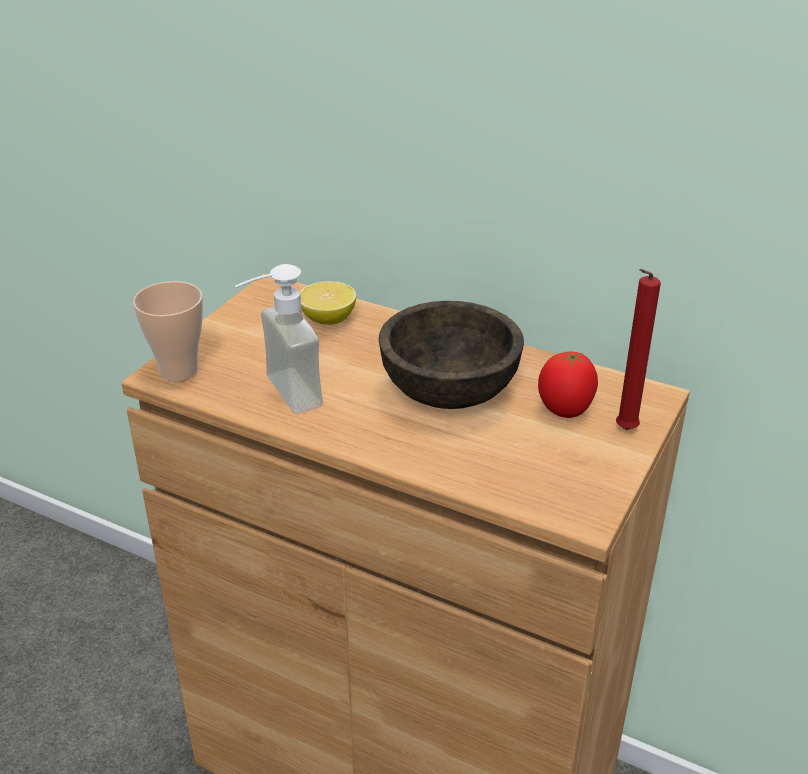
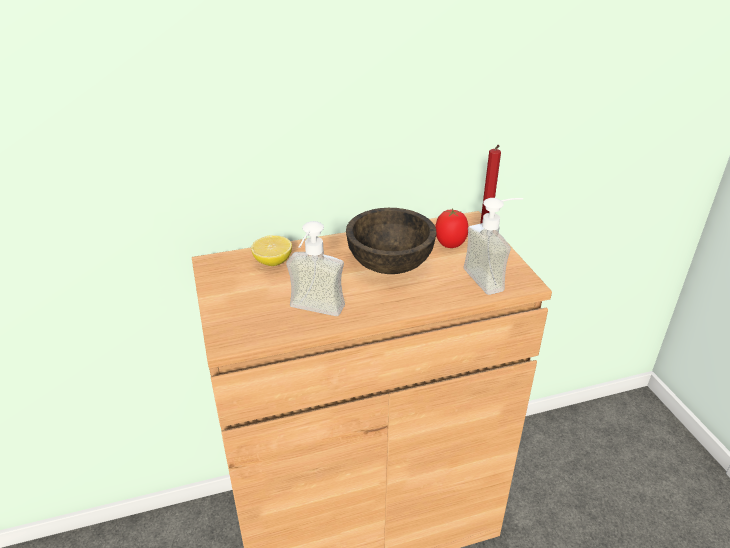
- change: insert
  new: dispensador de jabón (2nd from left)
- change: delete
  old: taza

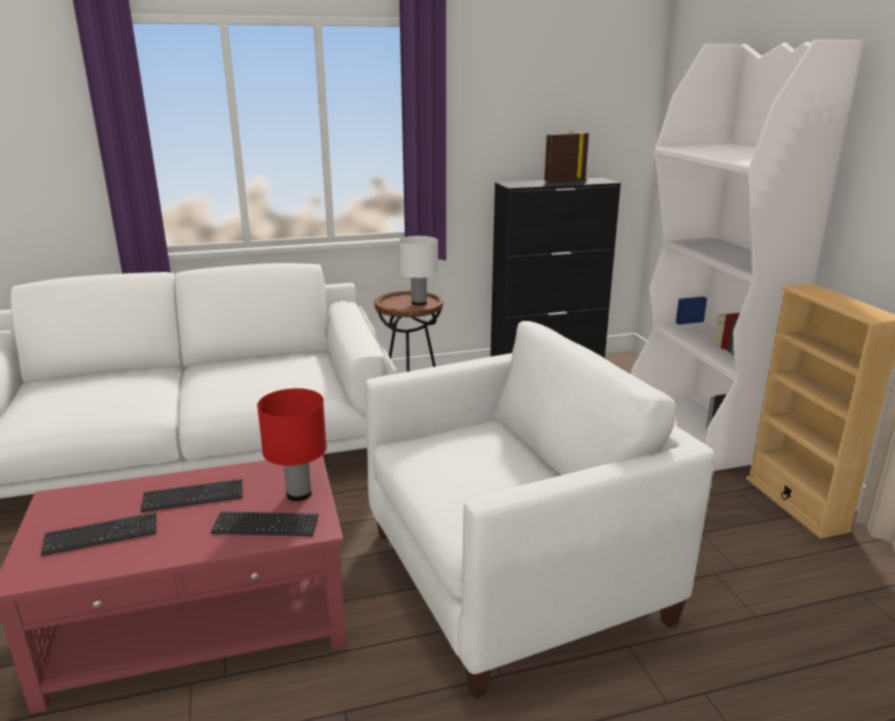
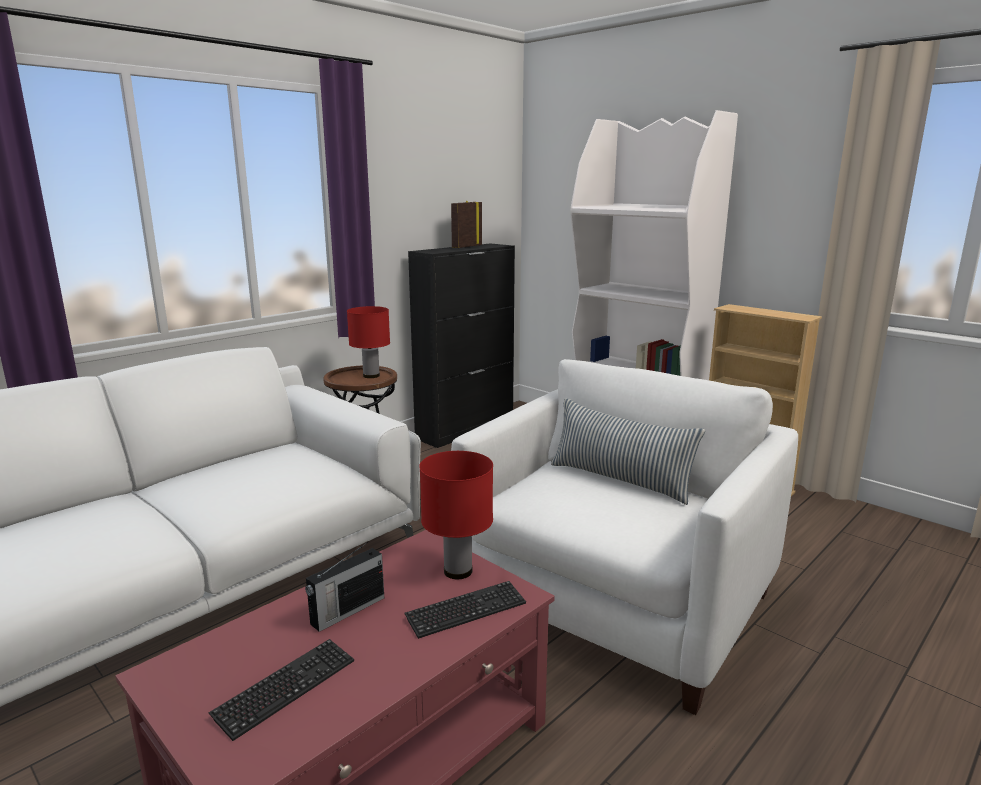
- change: replace
  old: teclado (2nd from left)
  new: radio
- change: recolor
  old: lámpara de mesa/blanco
  new: lámpara de mesa/rojo (1st from left)
- change: insert
  new: cojín

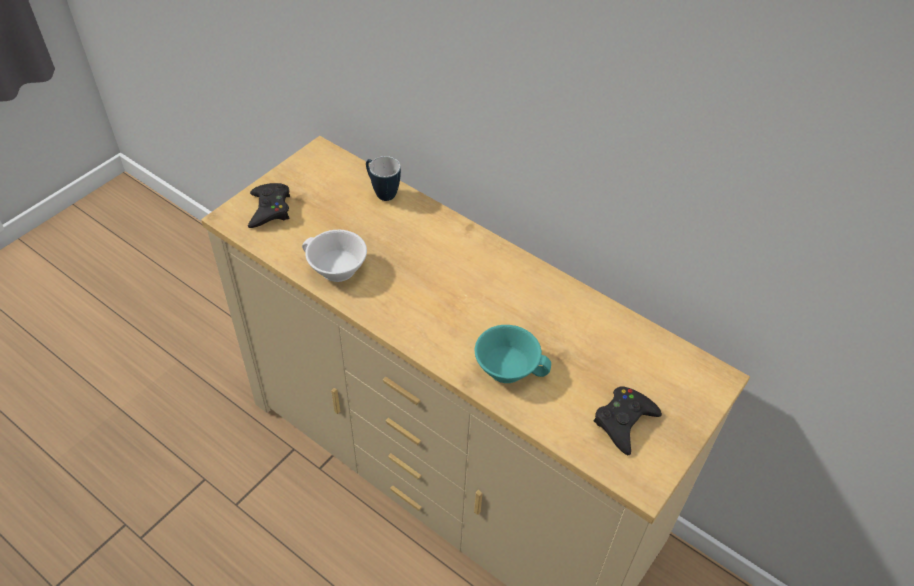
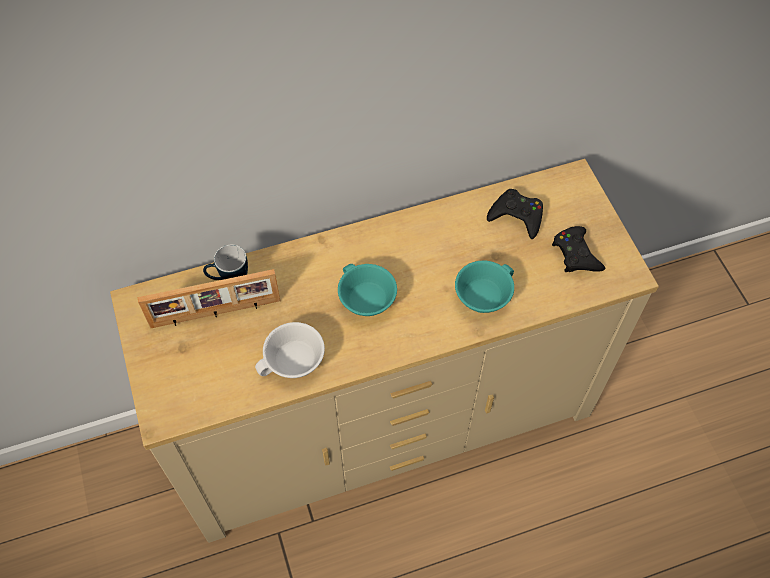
- change: insert
  new: portarretratos
- change: insert
  new: taza/turquesa (1st from left)
- change: move
  old: mando de consola/negro (1st from left)

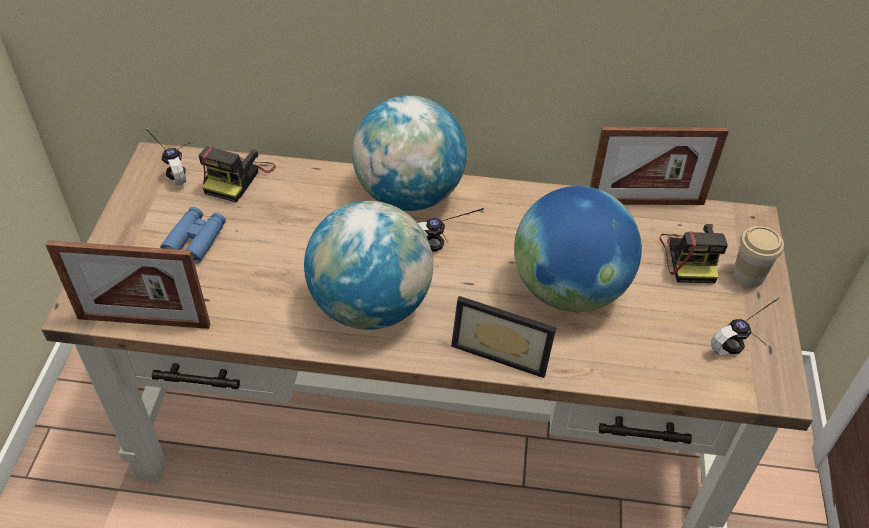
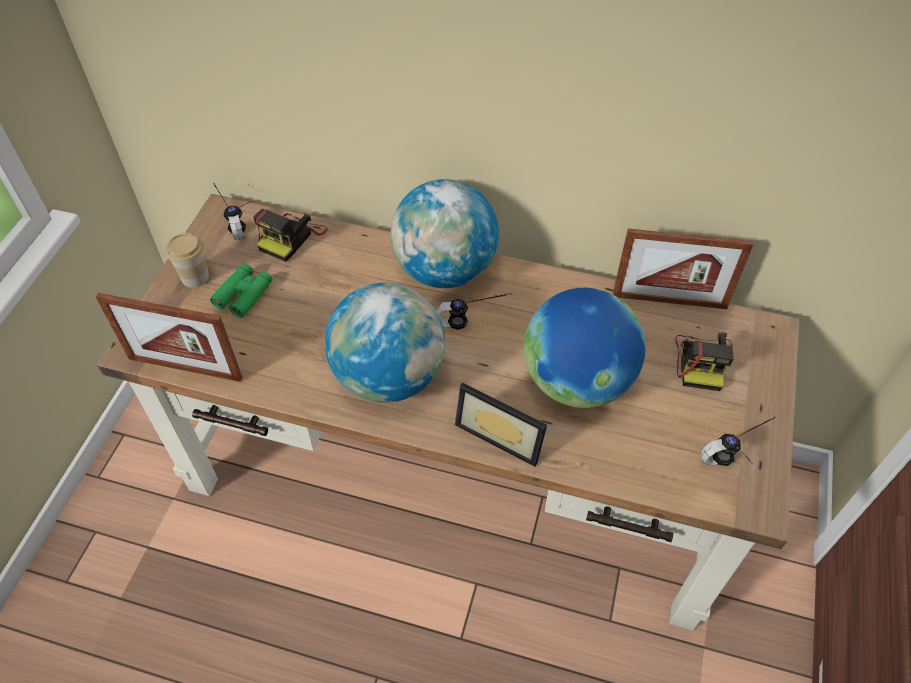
- change: move
  old: taza
- change: recolor
  old: prismáticos/azul
  new: prismáticos/verde

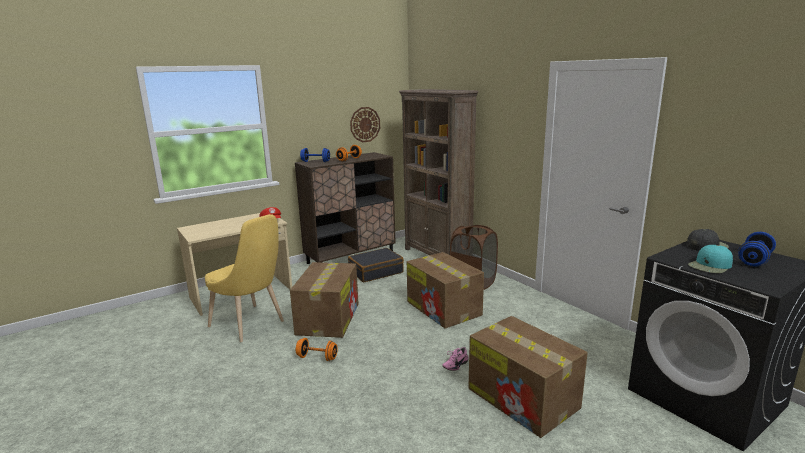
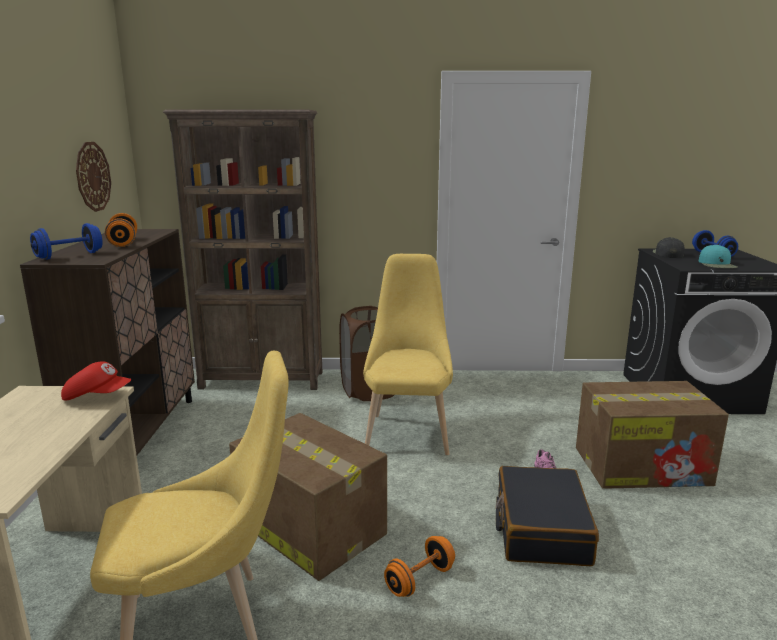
- change: replace
  old: caja de cartón (2nd from left)
  new: silla/amarillo (2nd from left)
- change: move
  old: maleta/negro

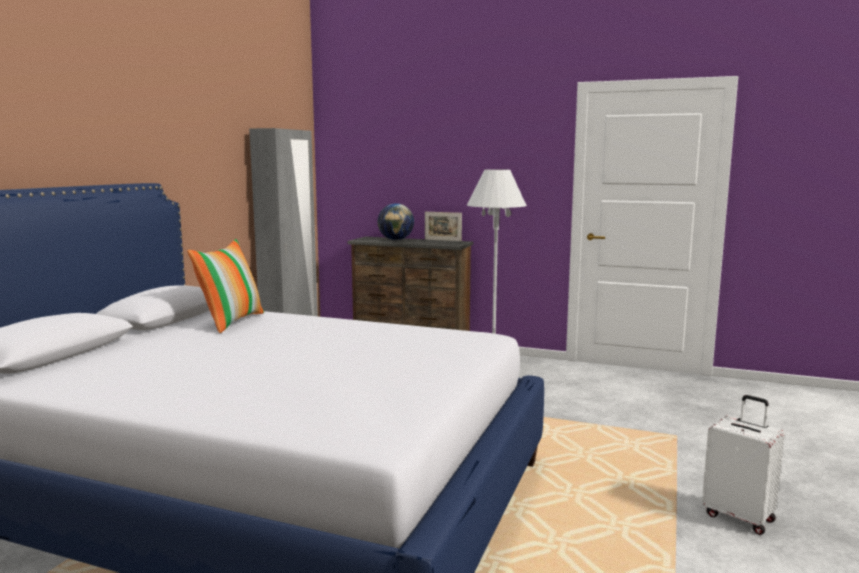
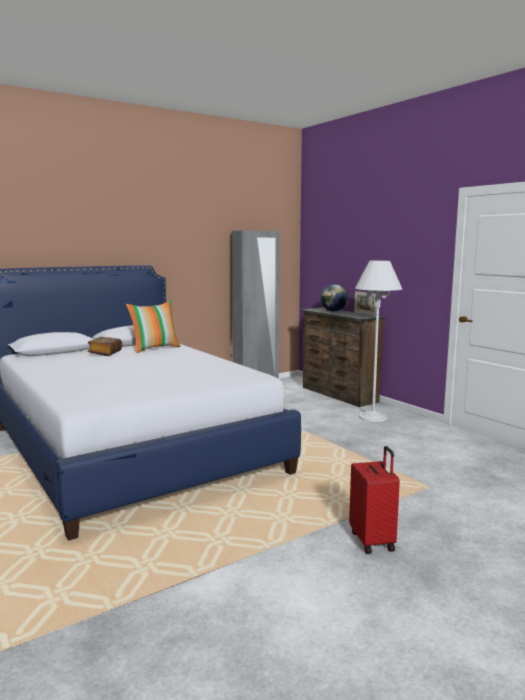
- change: insert
  new: libro
- change: recolor
  old: maleta/blanco
  new: maleta/rojo

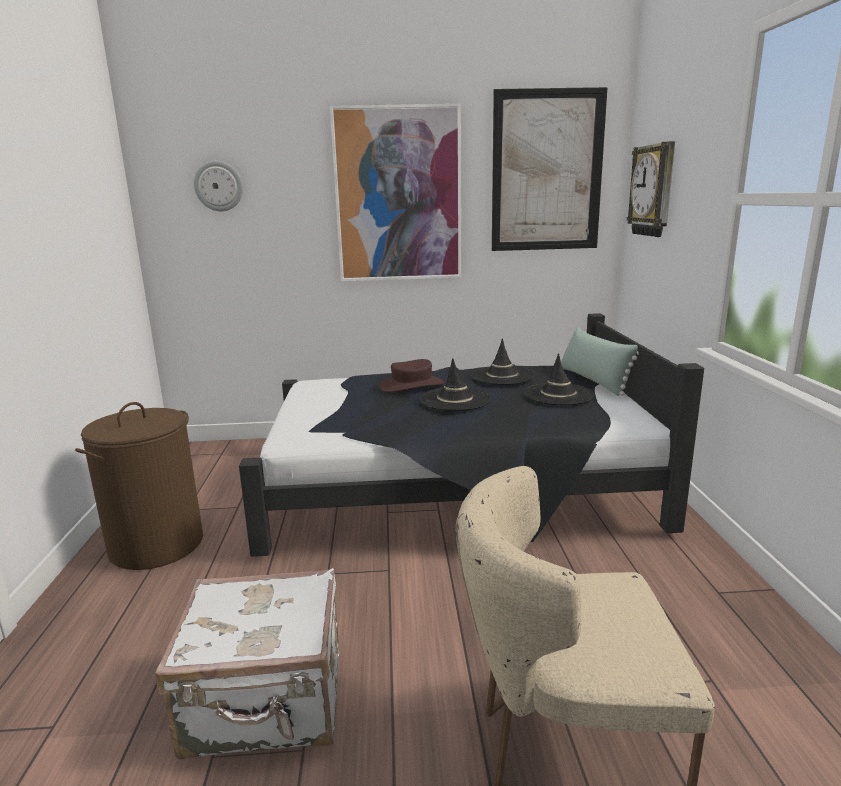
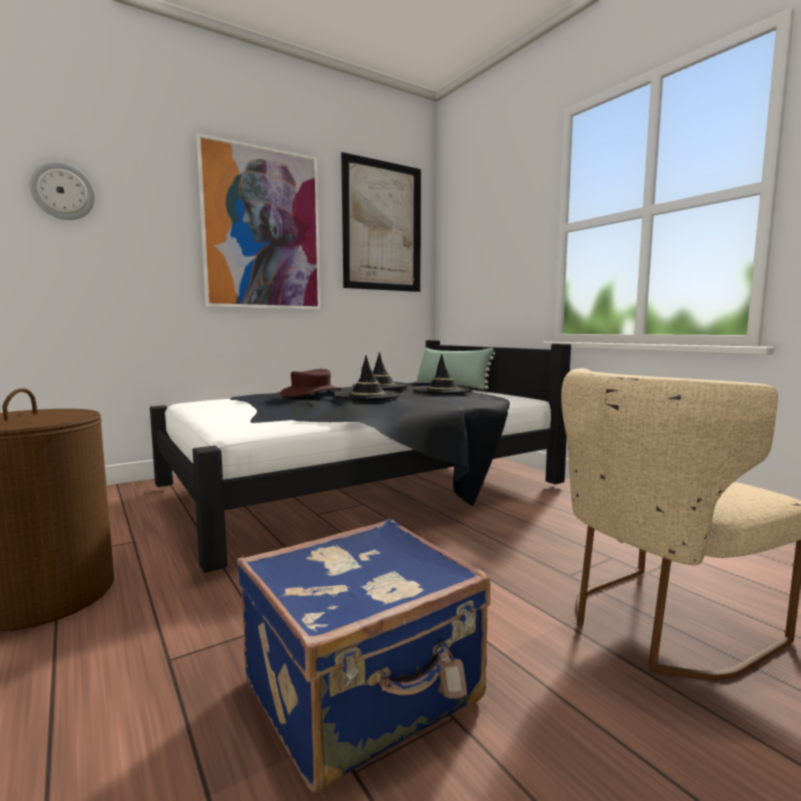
- change: recolor
  old: maleta/blanco
  new: maleta/azul
- change: delete
  old: reloj de pared (2nd from left)

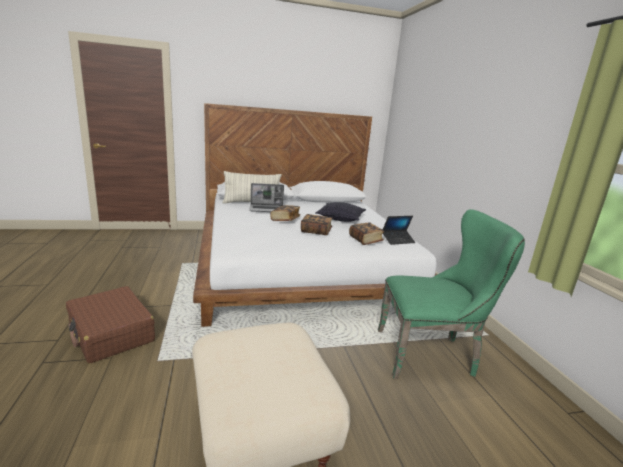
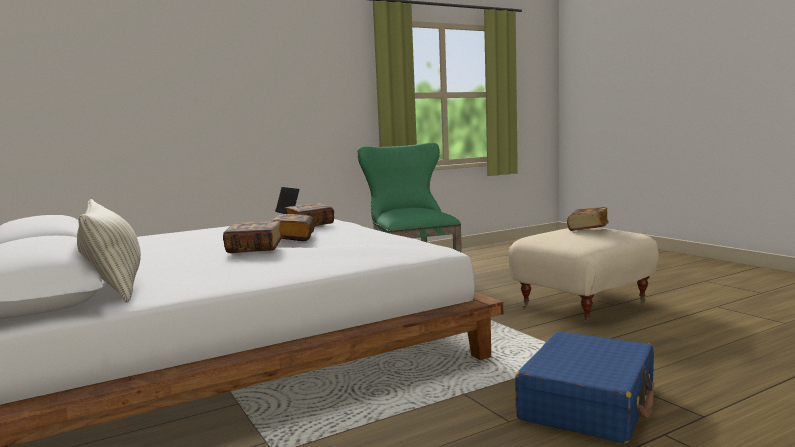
- change: recolor
  old: maleta/marrón
  new: maleta/azul
- change: insert
  new: libro (4th from left)
- change: delete
  old: portátil (1st from left)
- change: delete
  old: cojín (2nd from left)

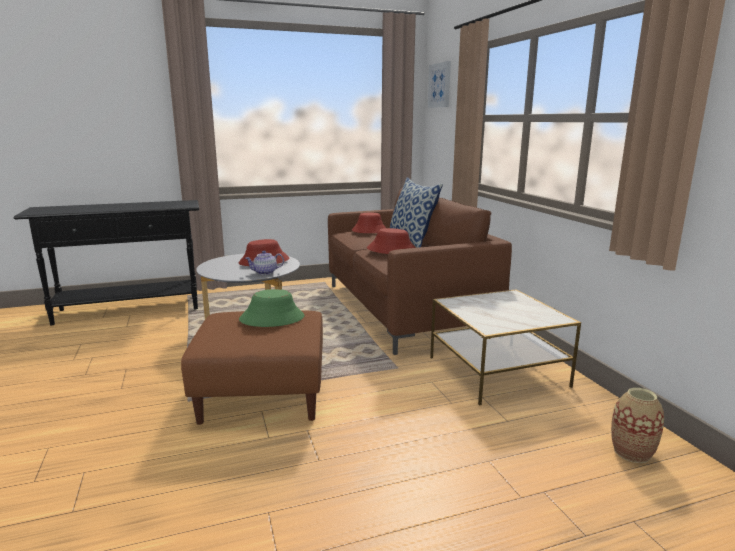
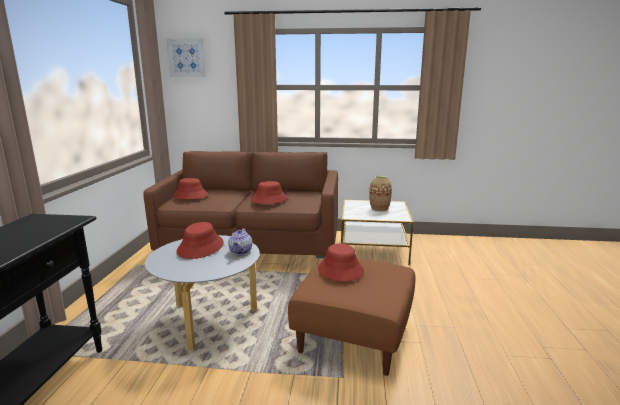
- change: recolor
  old: sombrero/verde
  new: sombrero/rojo (4th from left)
- change: move
  old: florero
- change: delete
  old: cojín

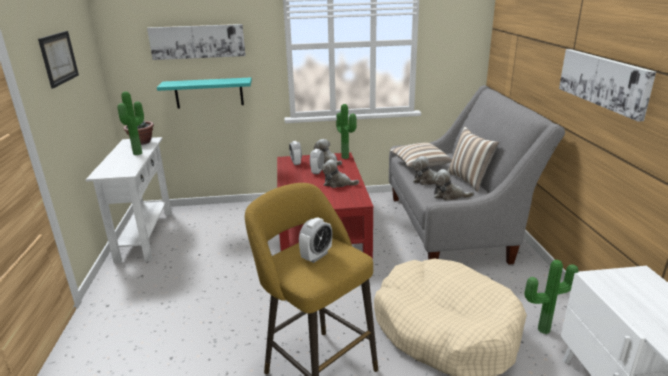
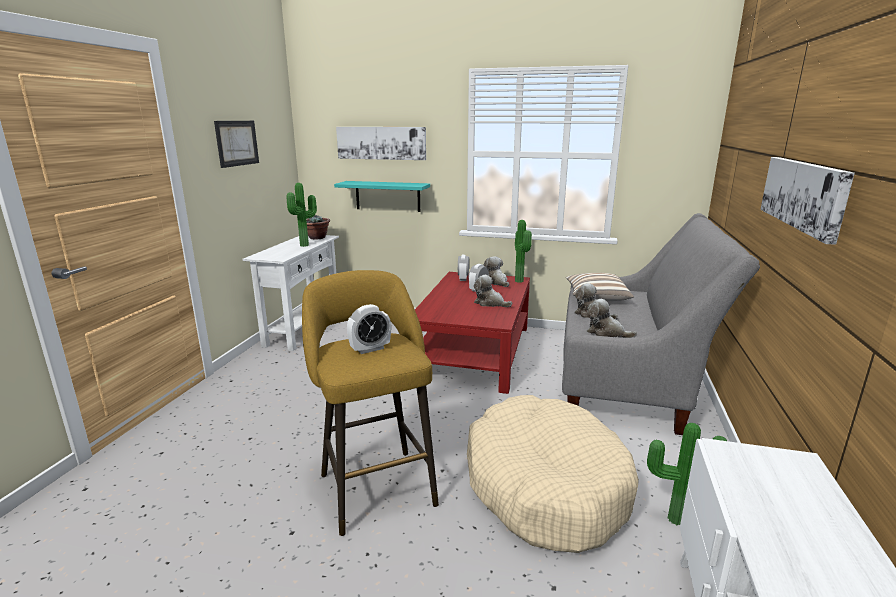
- change: delete
  old: cojín (2nd from left)

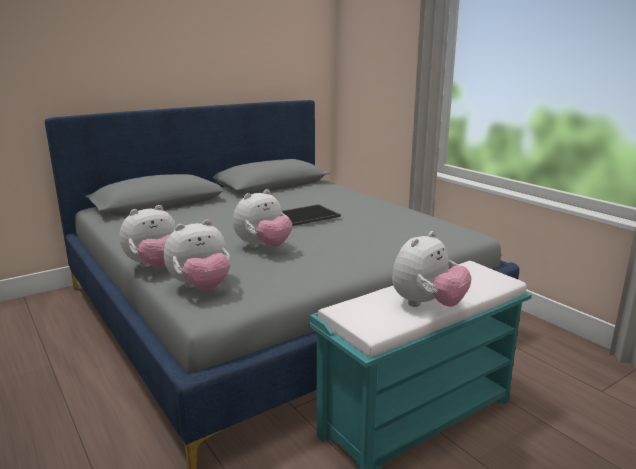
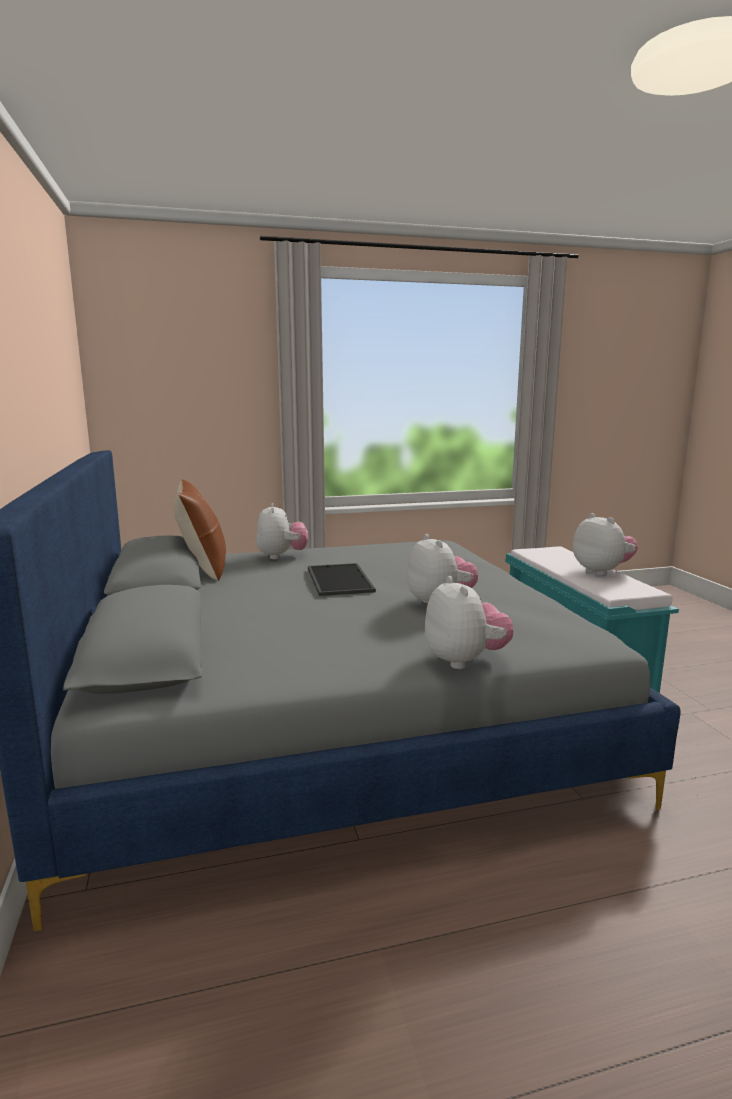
- change: insert
  new: cojín/marrón
- change: move
  old: peluche (2nd from left in the first image)
  new: peluche (1st from left)

